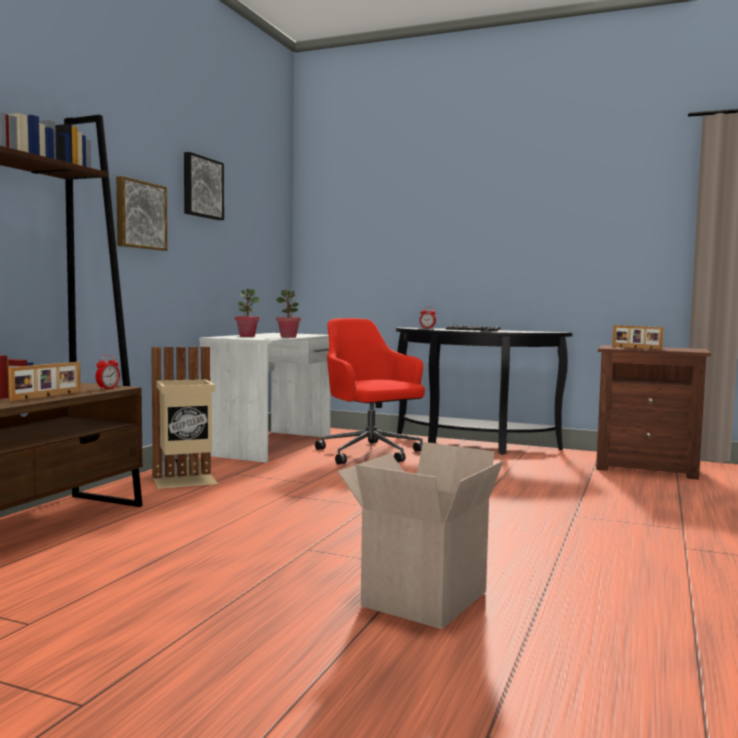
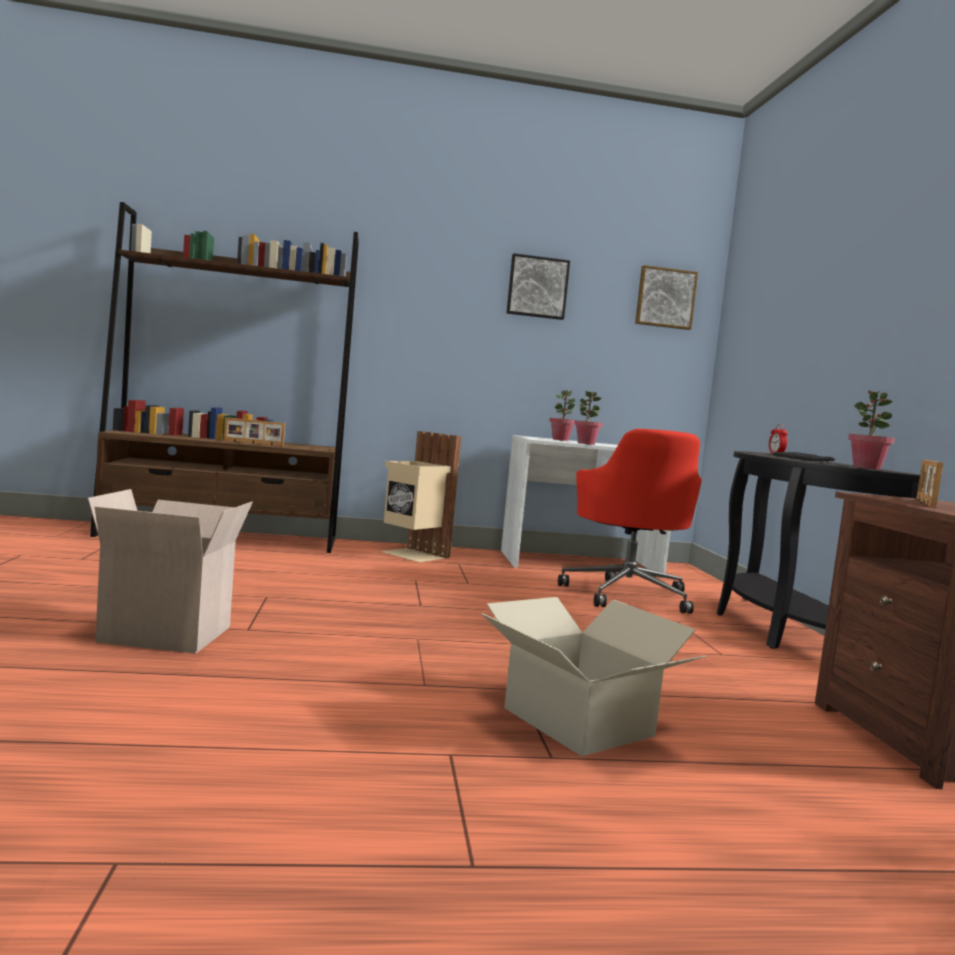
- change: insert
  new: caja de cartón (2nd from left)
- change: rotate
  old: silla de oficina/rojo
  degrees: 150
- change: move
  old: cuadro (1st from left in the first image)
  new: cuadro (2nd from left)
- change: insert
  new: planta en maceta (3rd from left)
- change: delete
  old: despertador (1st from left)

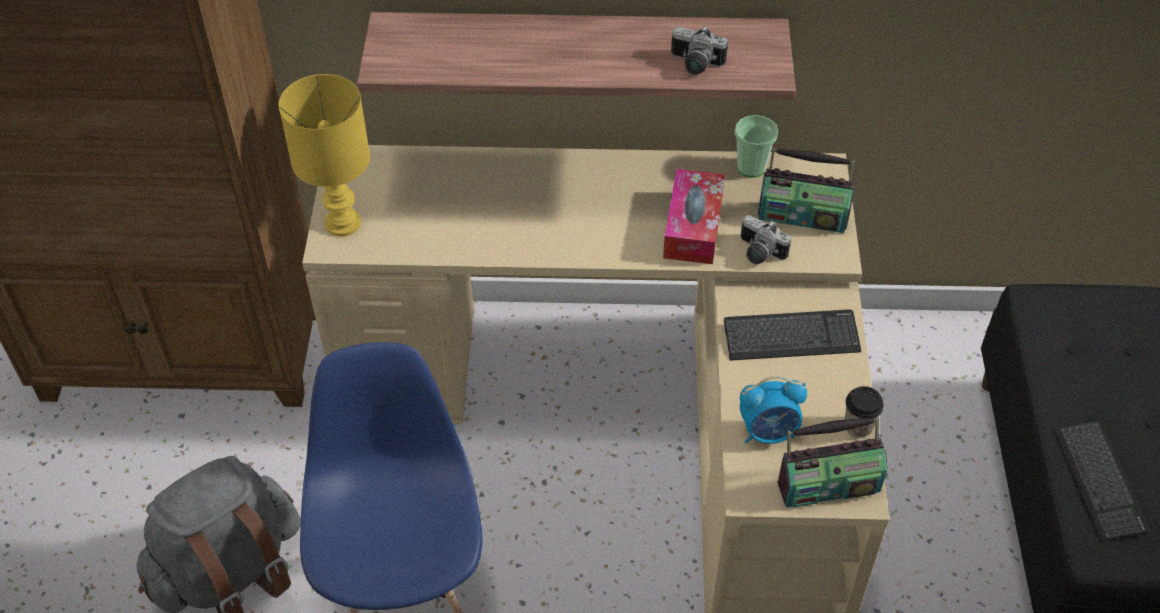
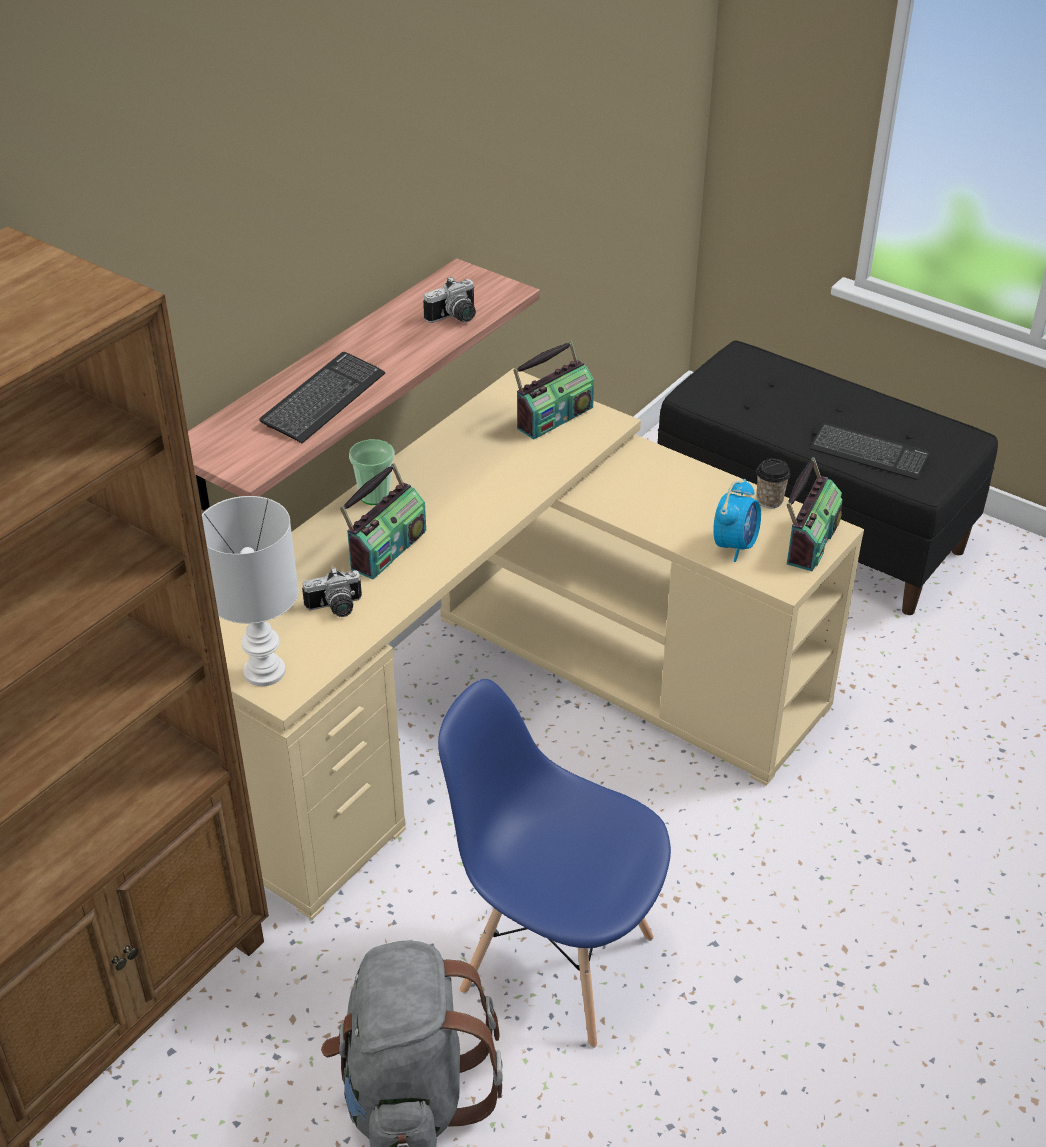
- change: recolor
  old: lámpara de mesa/amarillo
  new: lámpara de mesa/blanco
- change: move
  old: teclado (1st from left)
- change: move
  old: cámara (2nd from left in the first image)
  new: cámara (1st from left)
- change: insert
  new: radio (1st from left)
- change: move
  old: taza (1st from left)
- change: delete
  old: caja de pañuelos

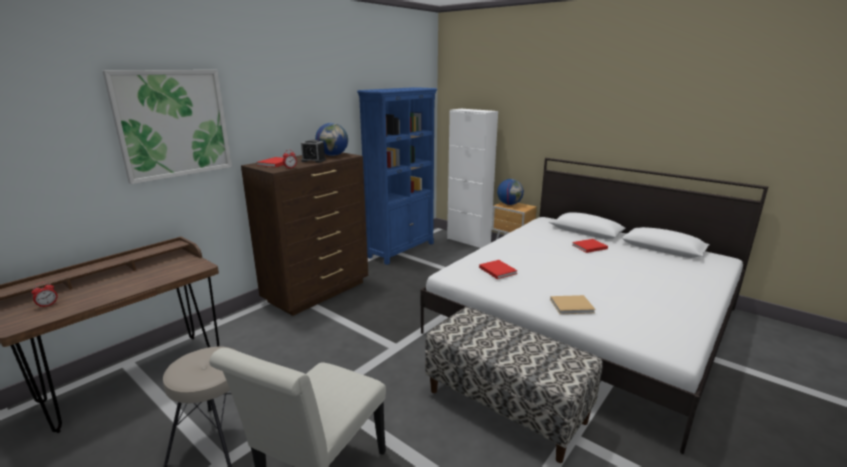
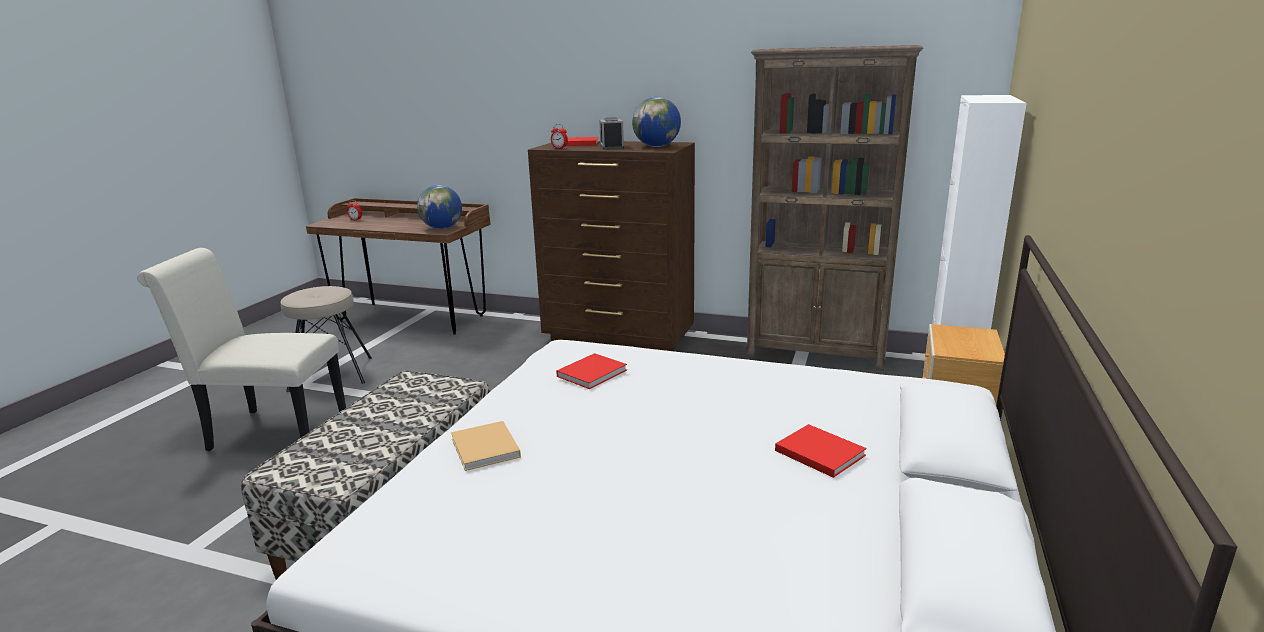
- change: move
  old: globo terráqueo (2nd from left in the first image)
  new: globo terráqueo (1st from left)
- change: recolor
  old: estantería/azul
  new: estantería/marrón
- change: delete
  old: cuadro

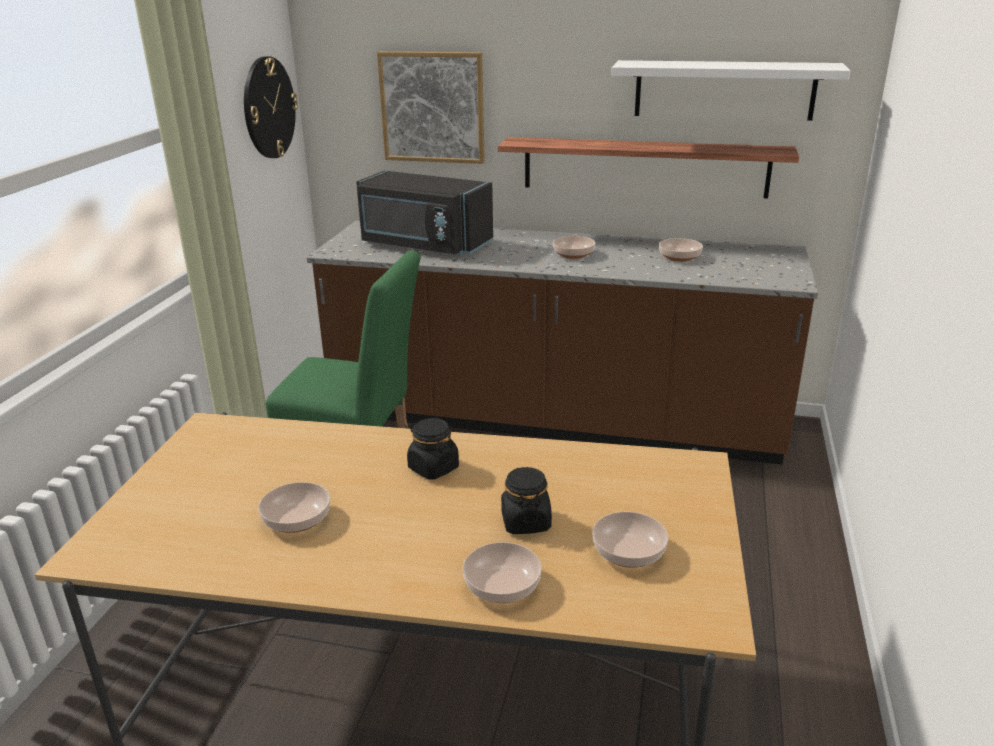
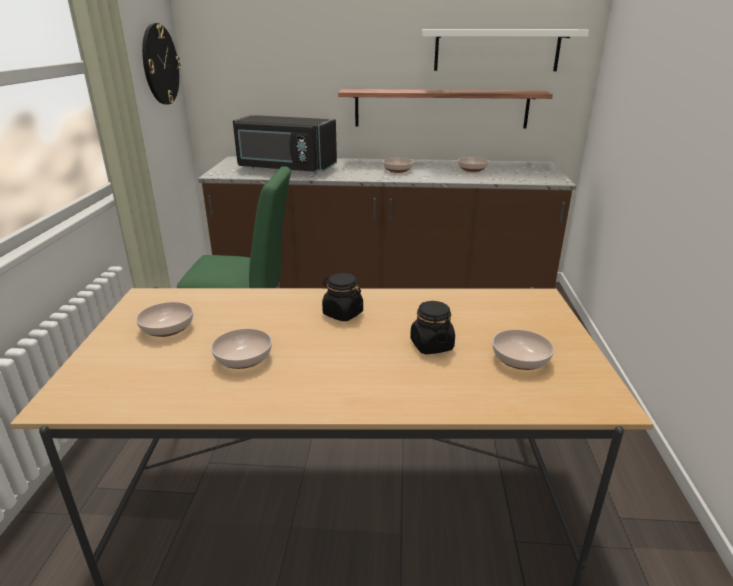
- change: move
  old: cuenco (2nd from left in the first image)
  new: cuenco (1st from left)
- change: delete
  old: cuadro

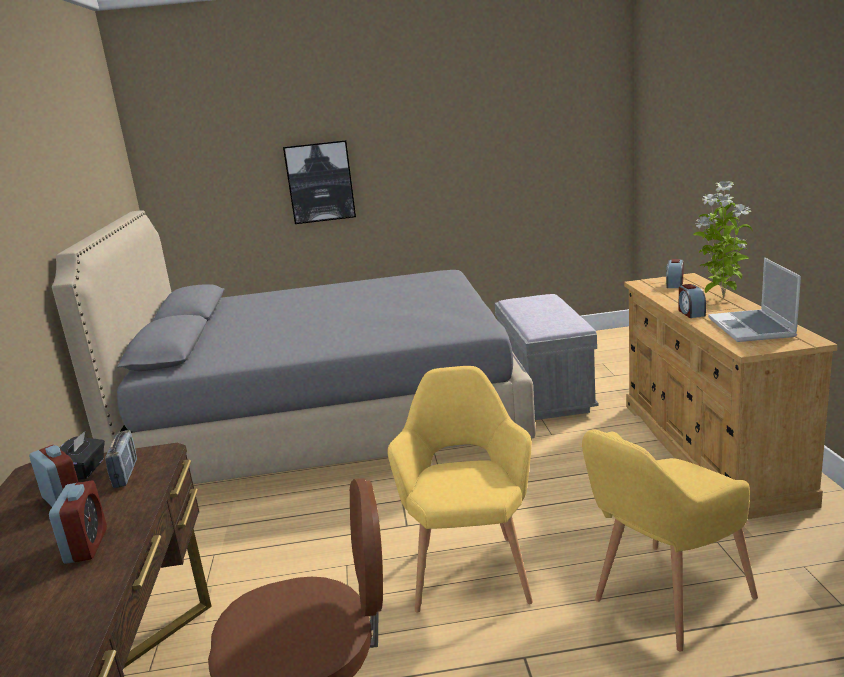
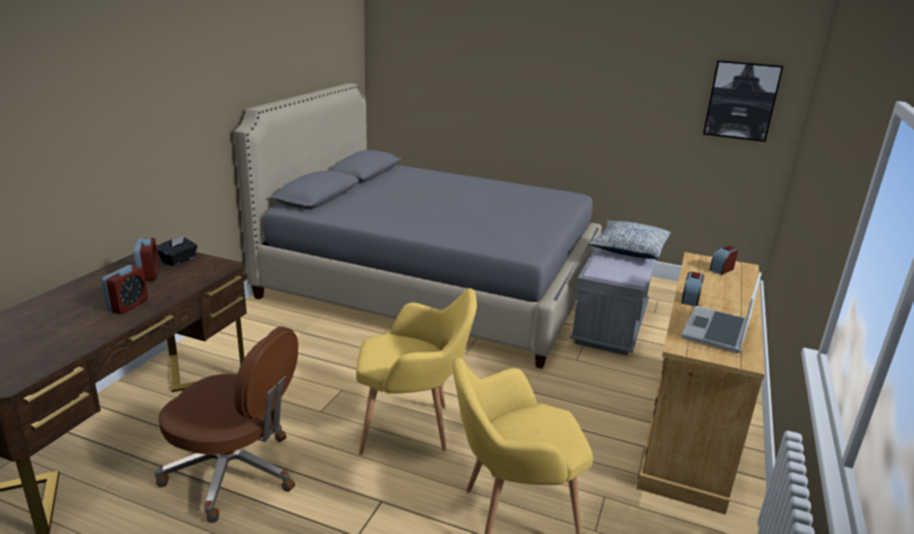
- change: rotate
  old: sillón/amarillo (1st from left)
  degrees: 60
- change: insert
  new: cojín
- change: move
  old: cuadro
- change: delete
  old: radio
- change: delete
  old: planta en maceta

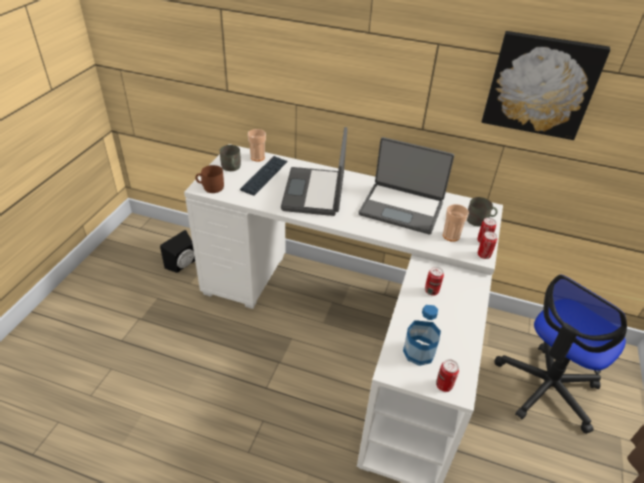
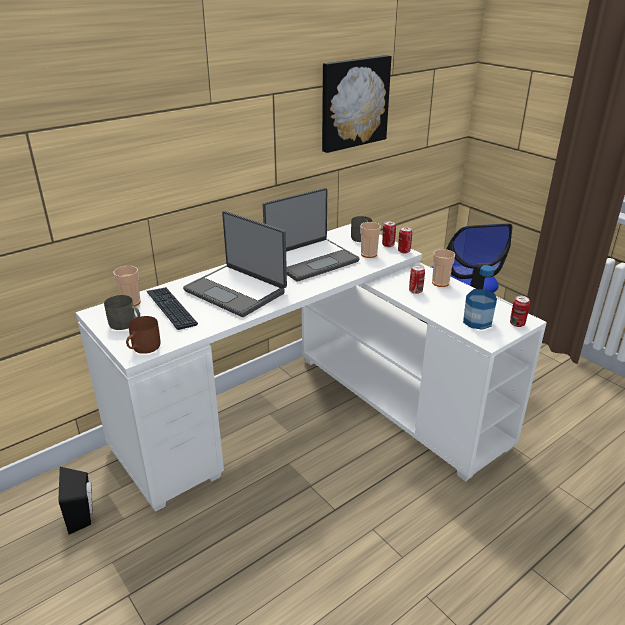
- change: insert
  new: taza (3rd from left)

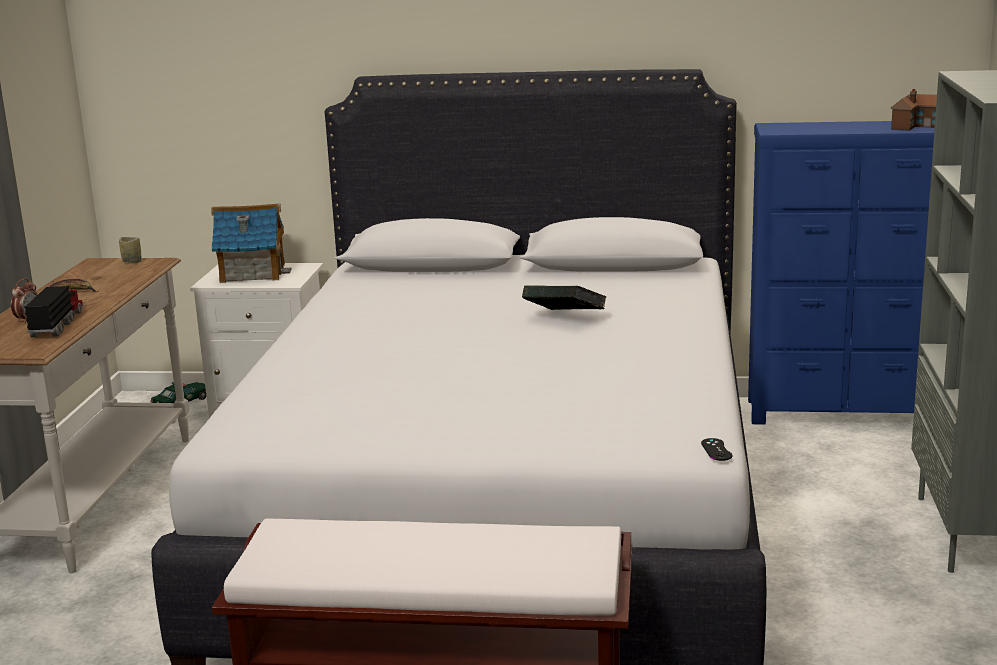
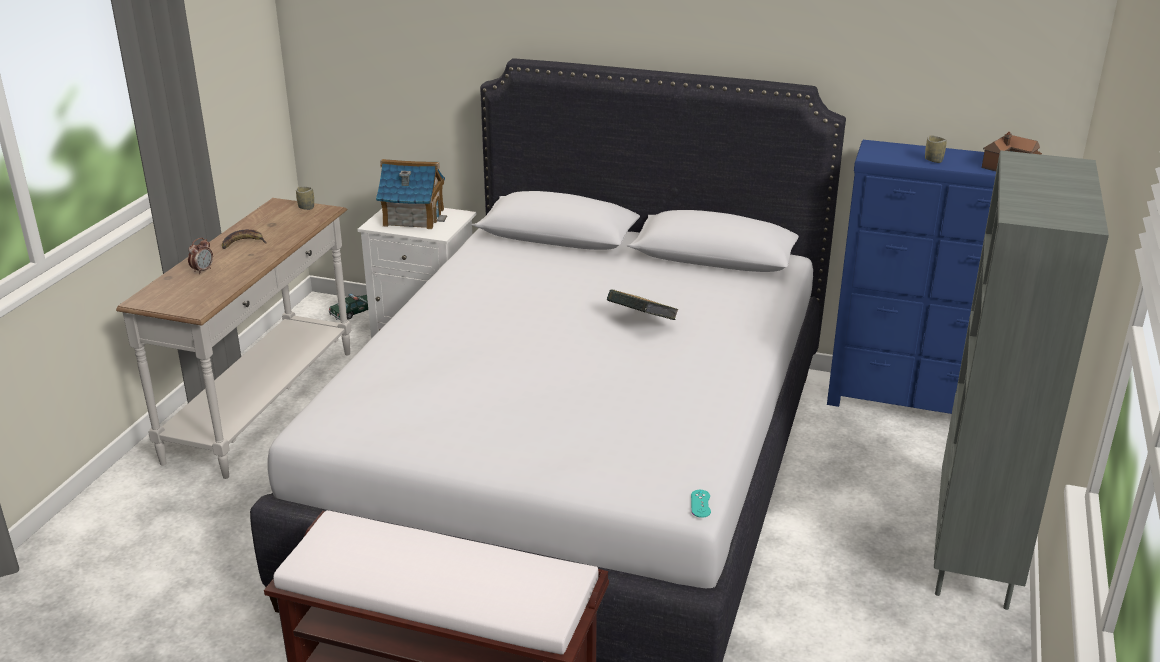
- change: recolor
  old: mando de consola/negro
  new: mando de consola/turquesa
- change: insert
  new: taza (2nd from left)
- change: delete
  old: camión de juguete

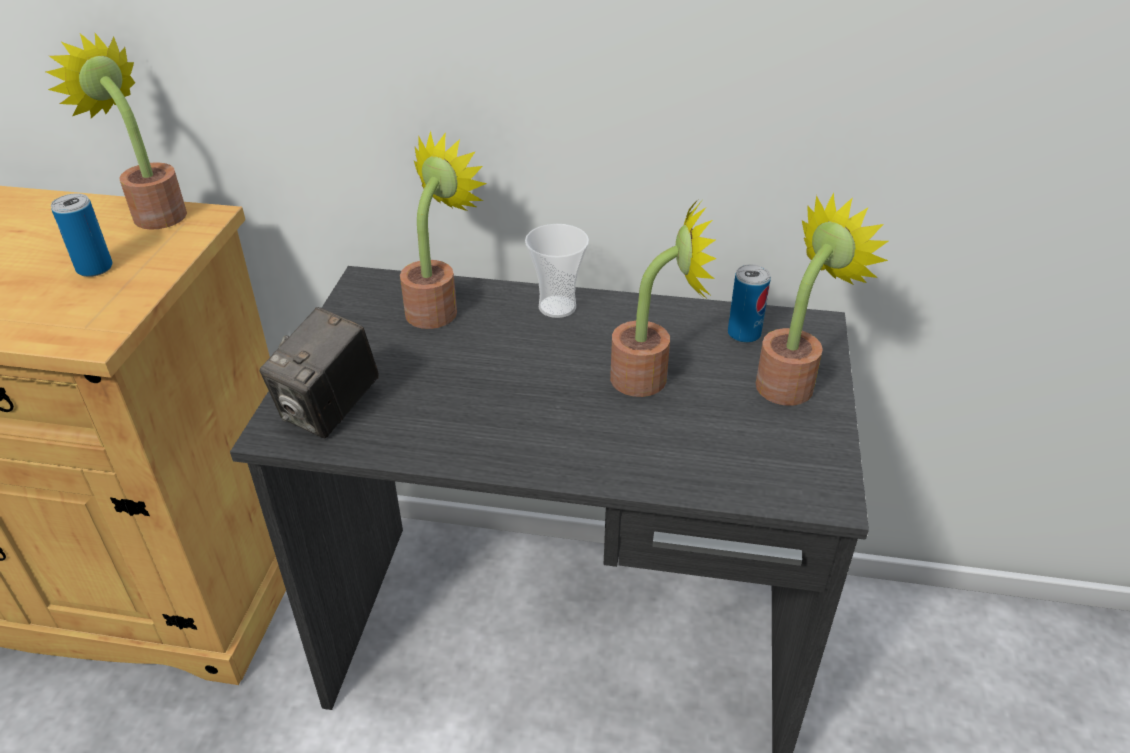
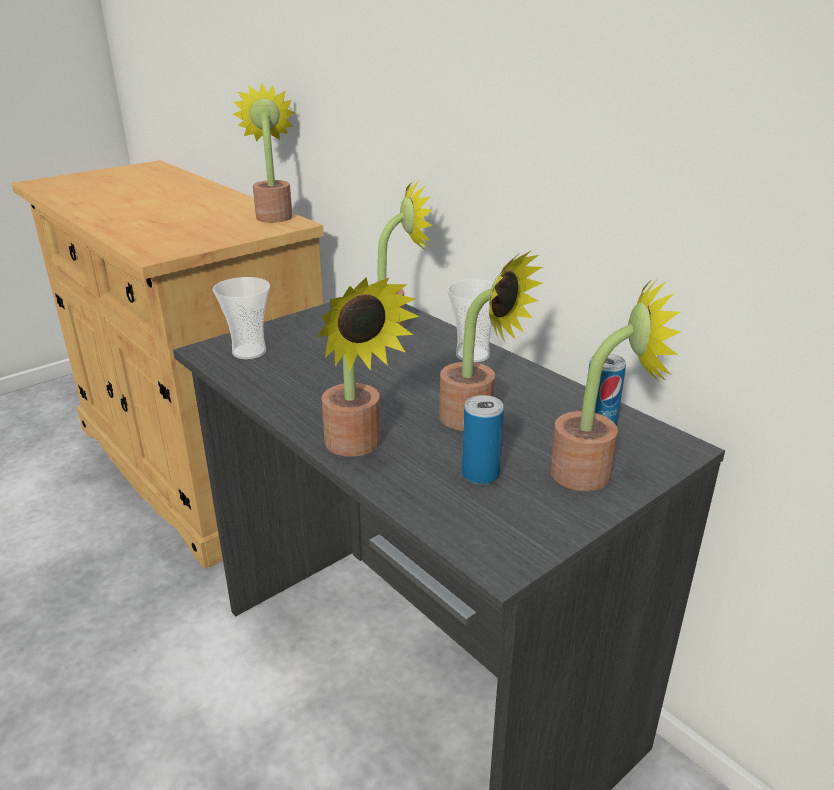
- change: replace
  old: cámara
  new: taza (1st from left)
- change: insert
  new: planta en maceta (2nd from left)
- change: move
  old: lata (1st from left)

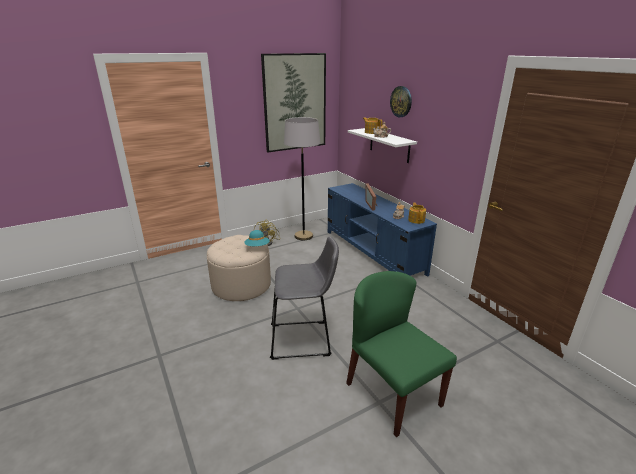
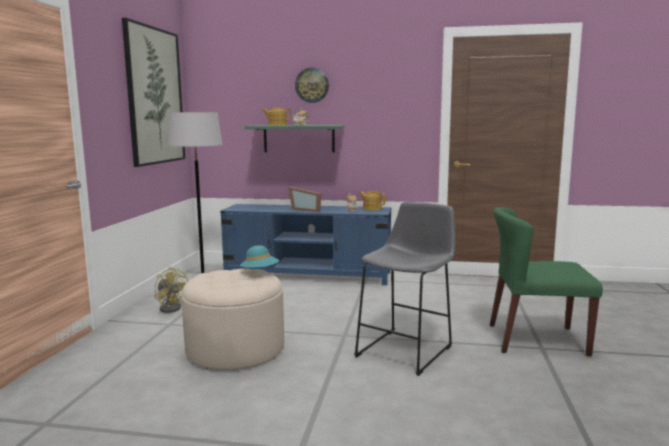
- change: recolor
  old: estante/blanco
  new: estante/verde

